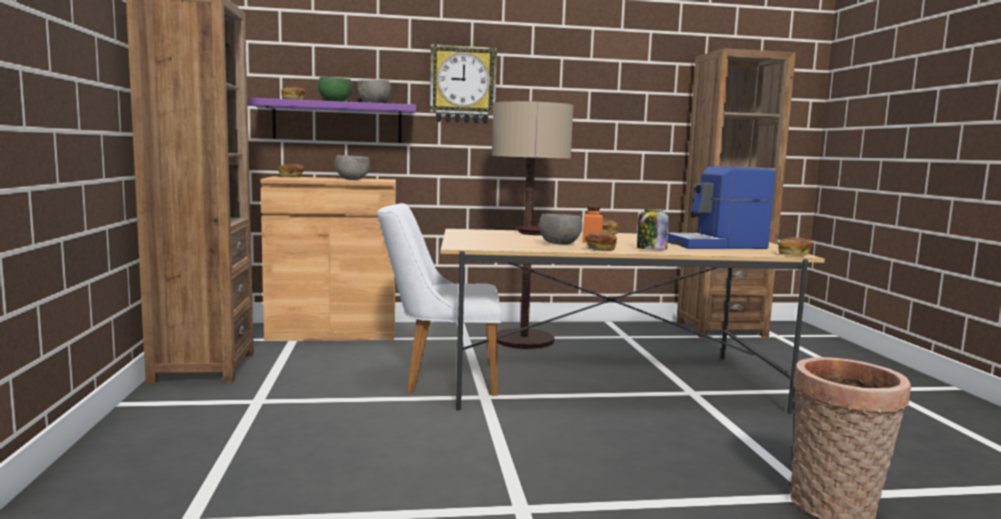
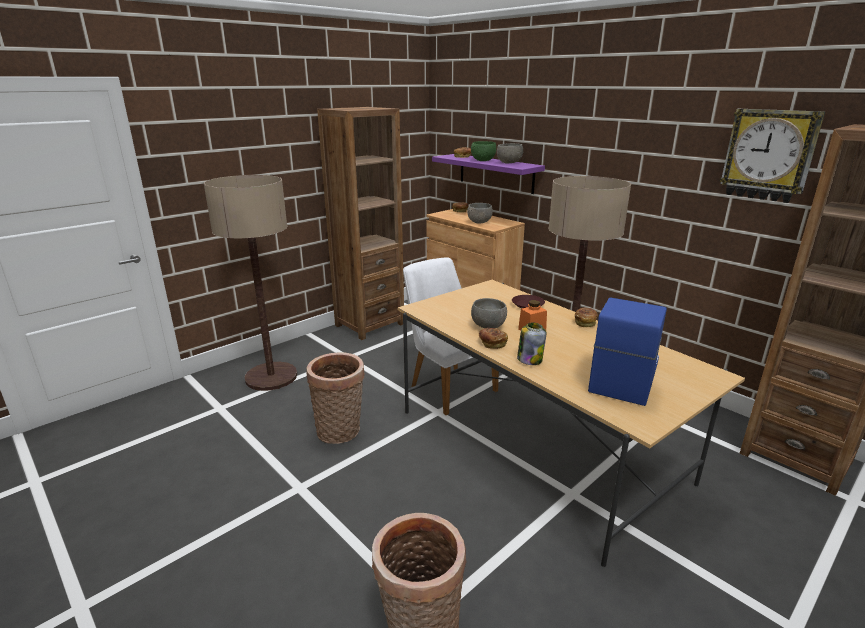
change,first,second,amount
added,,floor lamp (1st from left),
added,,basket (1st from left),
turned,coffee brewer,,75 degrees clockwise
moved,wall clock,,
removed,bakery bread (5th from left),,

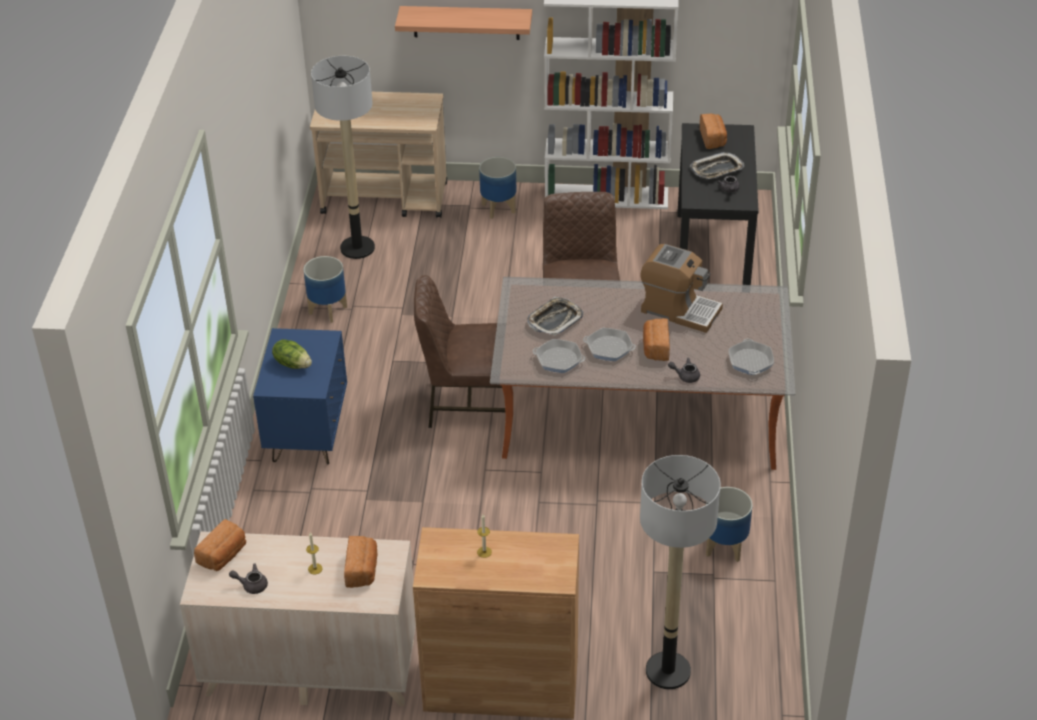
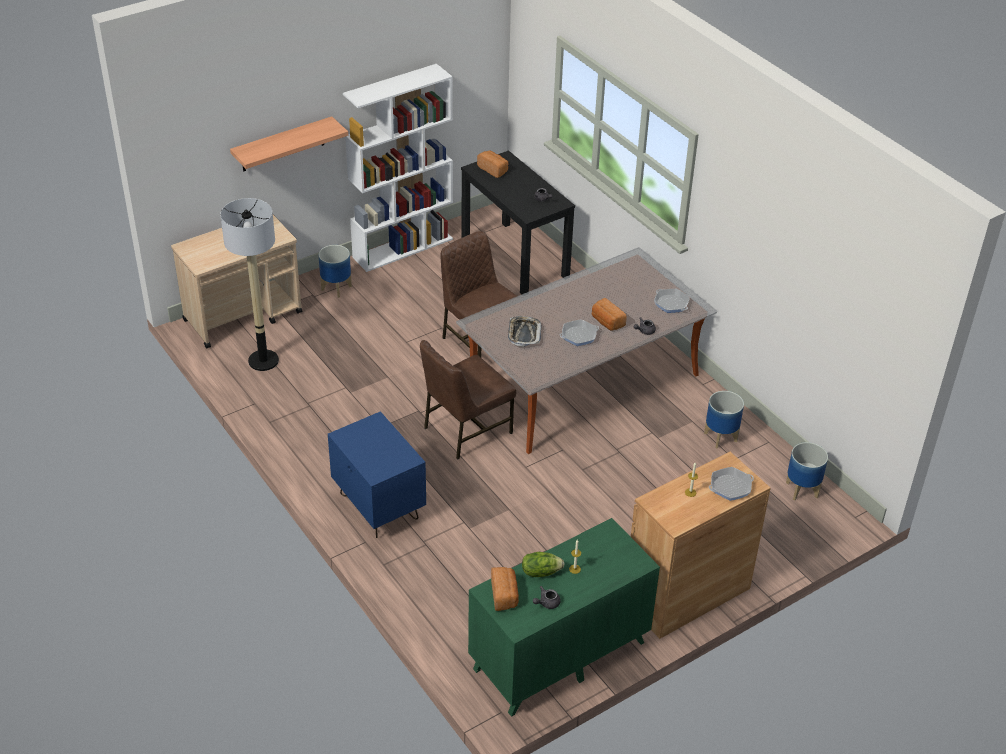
change,first,second,amount
recoloured,dresser/sand-coloured,dresser/green-coloured,
moved,lettuce,,
moved,skillet (1st from left in the first image),skillet (3rd from left),
moved,plant pot (1st from left in the first image),plant pot (3rd from left),
removed,bakery bread (2nd from left),,
removed,coffee brewer,,
removed,floor lamp (2nd from left),,
removed,tray (2nd from left),,

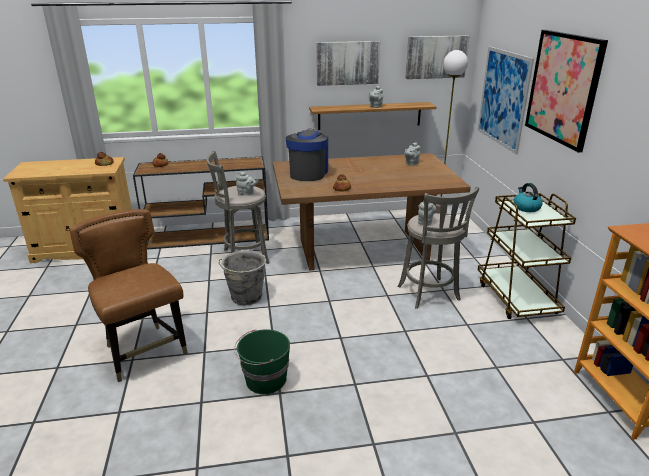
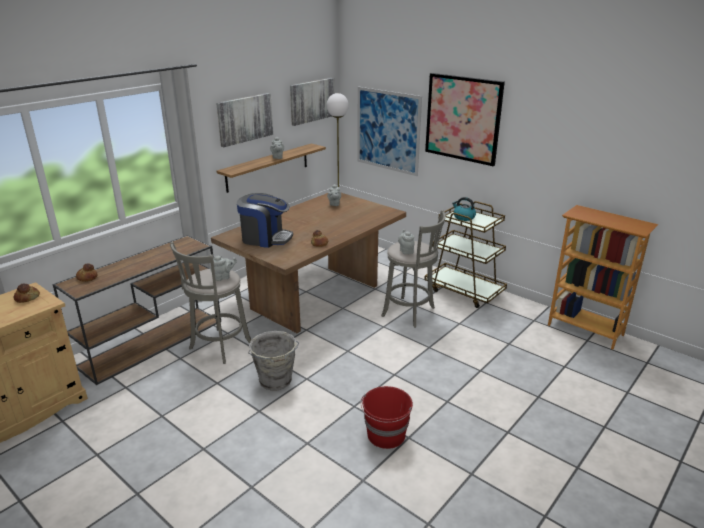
change,first,second,amount
turned,coffee brewer,,135 degrees clockwise
recoloured,pail/green-coloured,pail/red-coloured,
removed,upright chair/brown,,

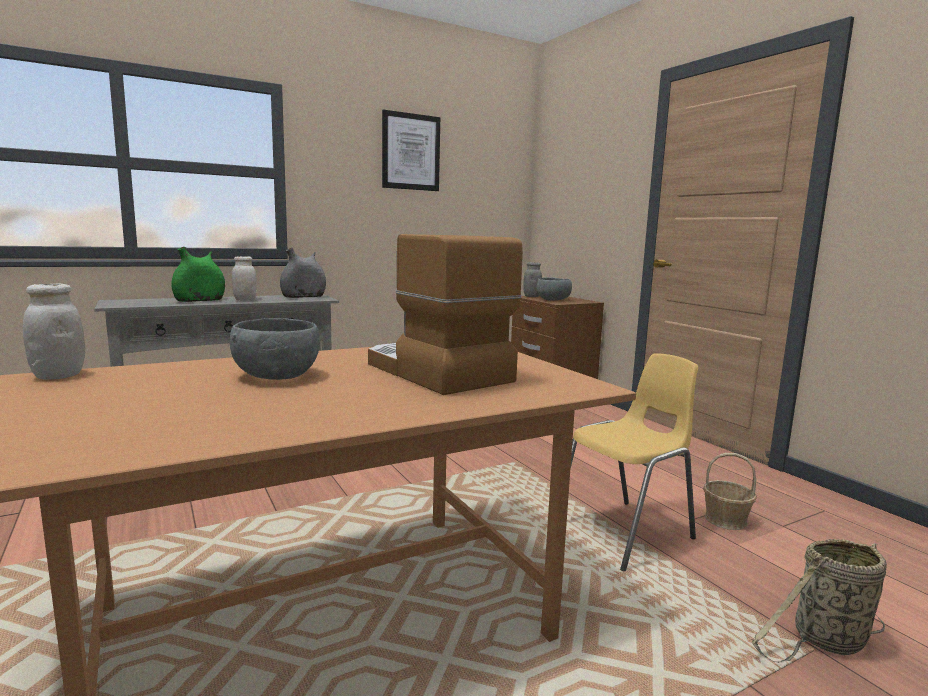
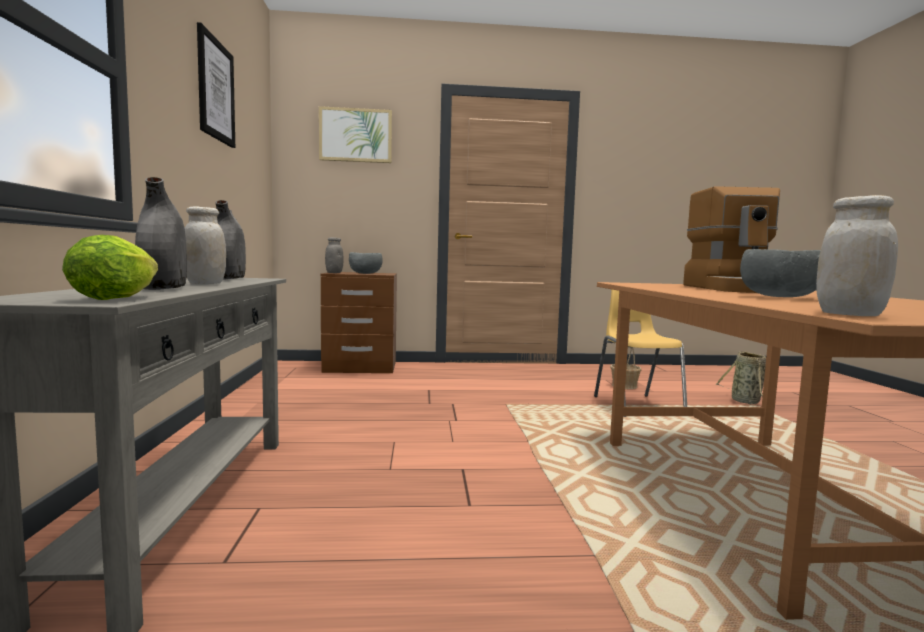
change,first,second,amount
added,,lettuce,
recoloured,vase/green-coloured,vase/gray (1st from left),
added,,wall art (2nd from left),
turned,coffee brewer,,75 degrees counterclockwise

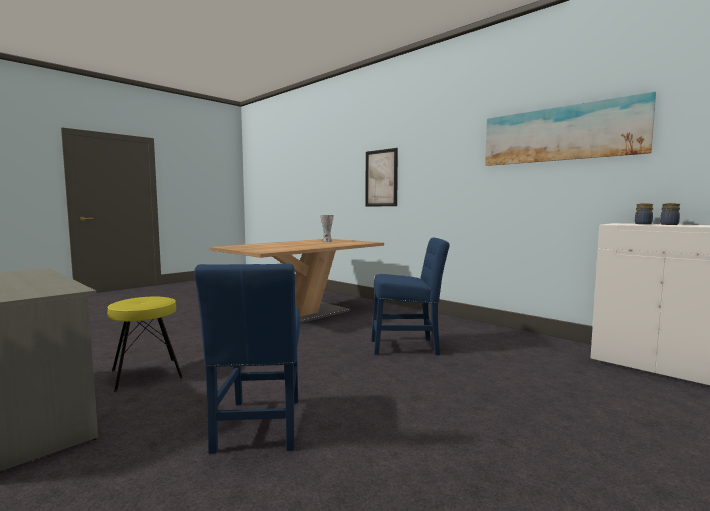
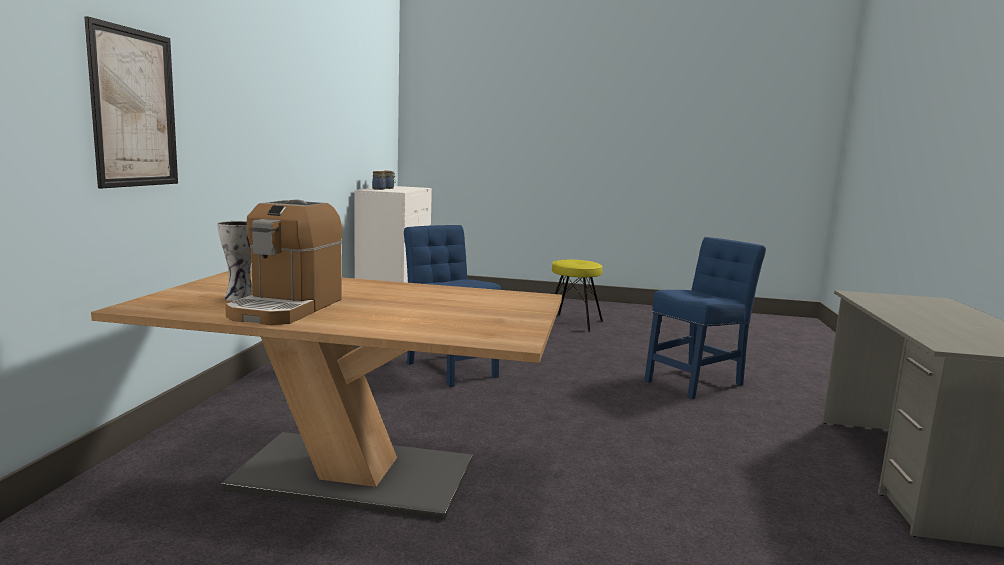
change,first,second,amount
added,,coffee brewer,
moved,stool/yellow-coloured,,
removed,wall art (2nd from left),,

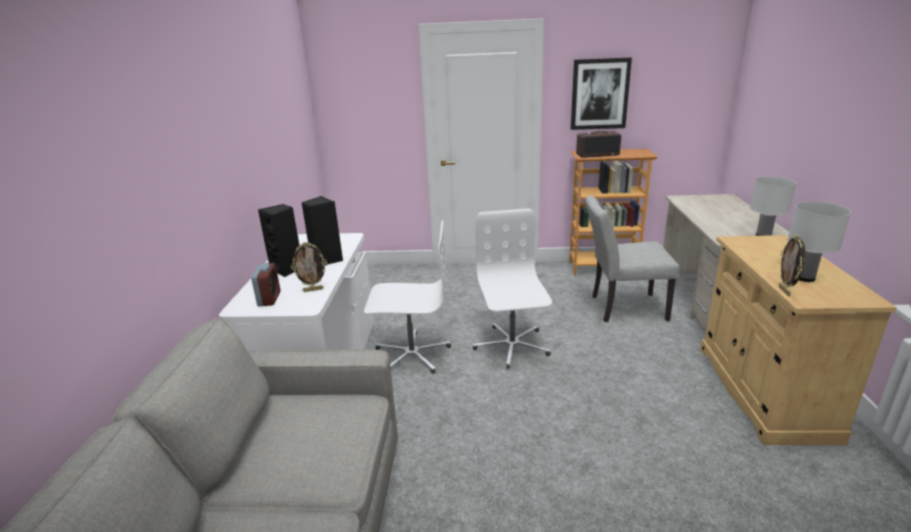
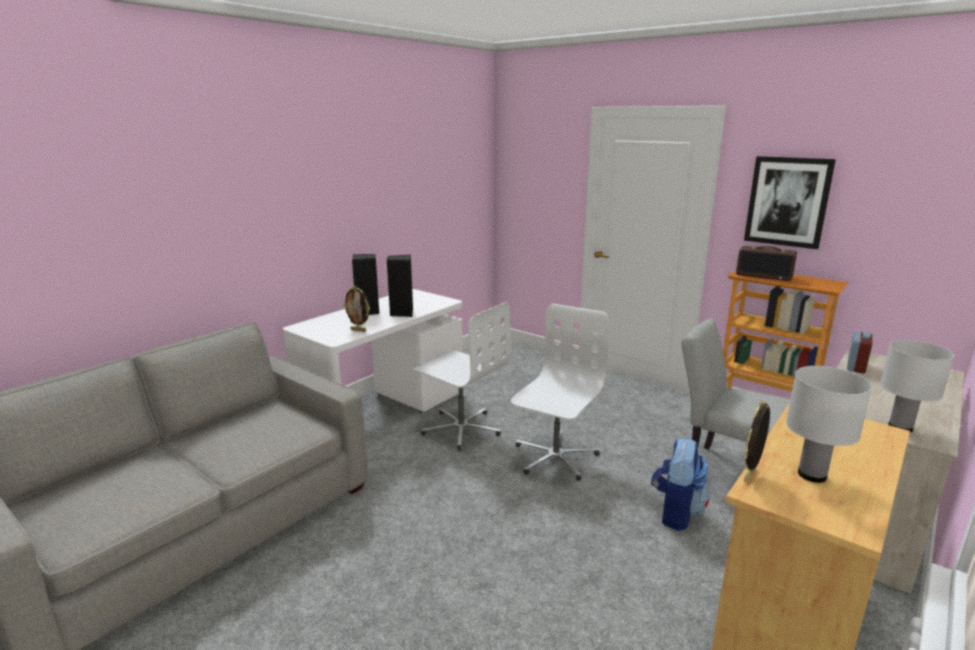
change,first,second,amount
added,,knapsack,
moved,bedside clock,,

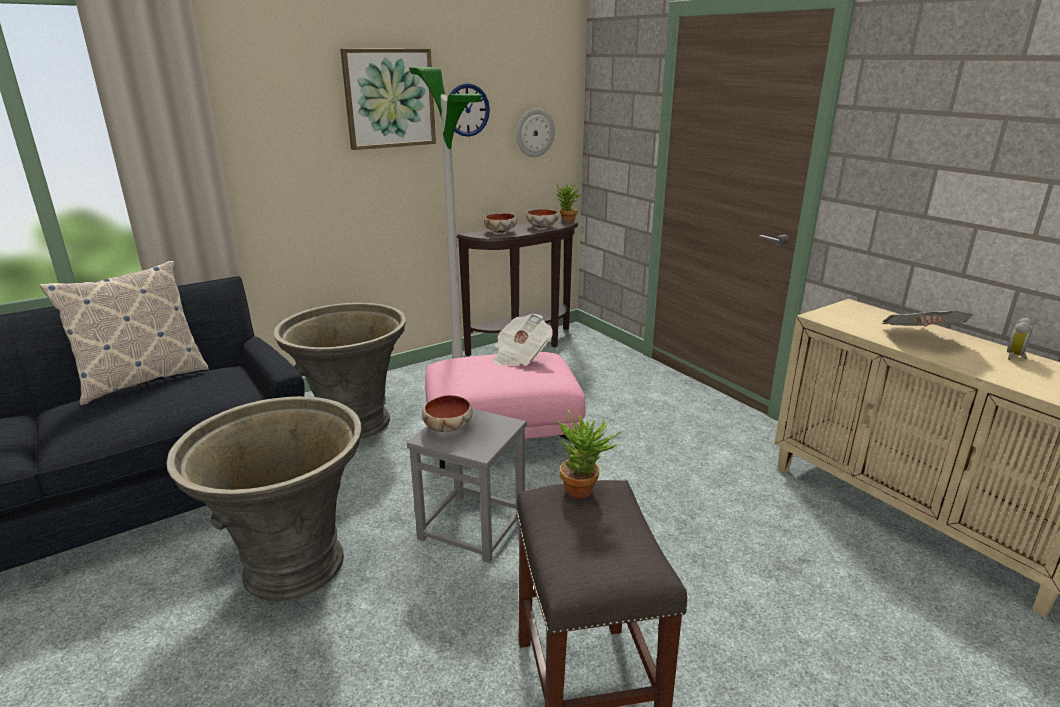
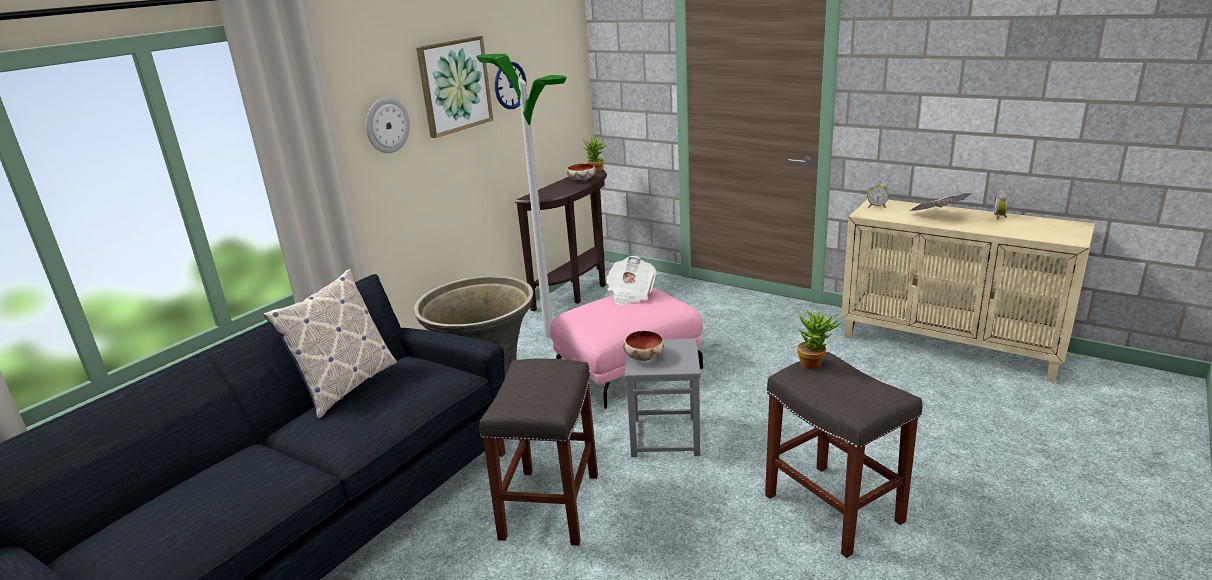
change,first,second,amount
moved,wall clock (2nd from left in the first image),wall clock (1st from left),
replaced,plant pot/gray (1st from left),stool/gray (1st from left),
added,,bedside clock (1st from left),
removed,bowl (2nd from left),,

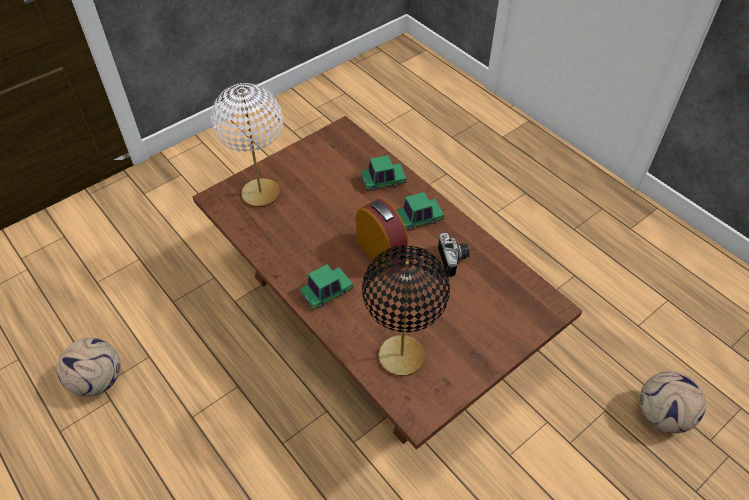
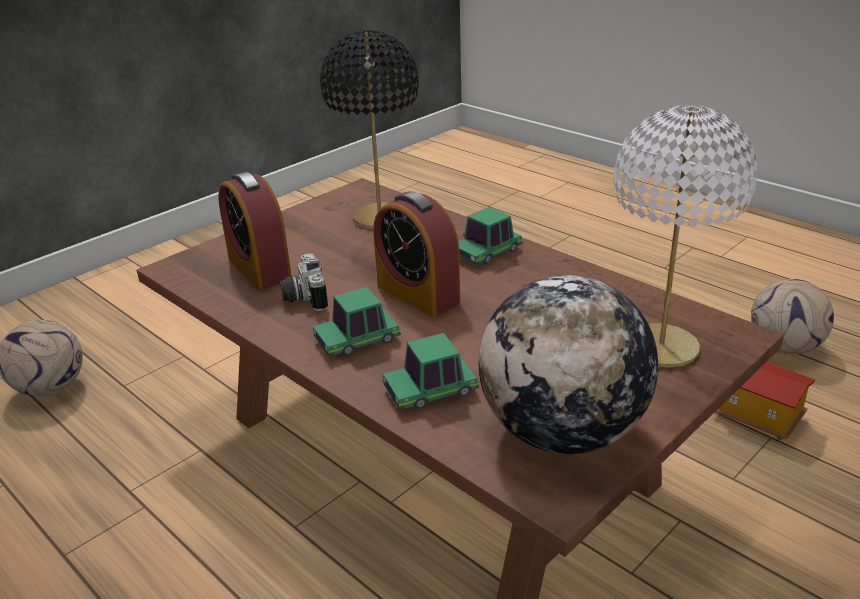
change,first,second,amount
added,,bedside clock (1st from left),
added,,desk globe,
added,,model house,

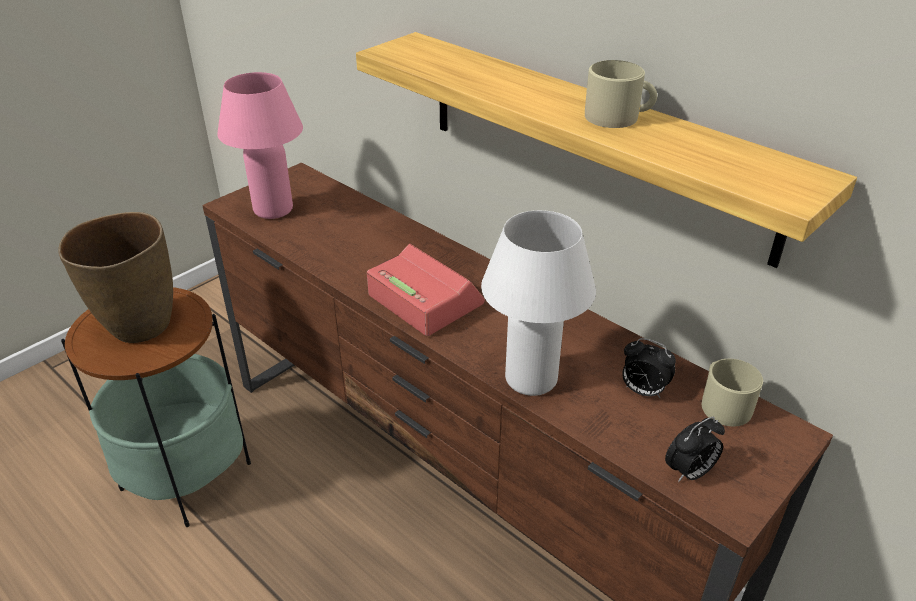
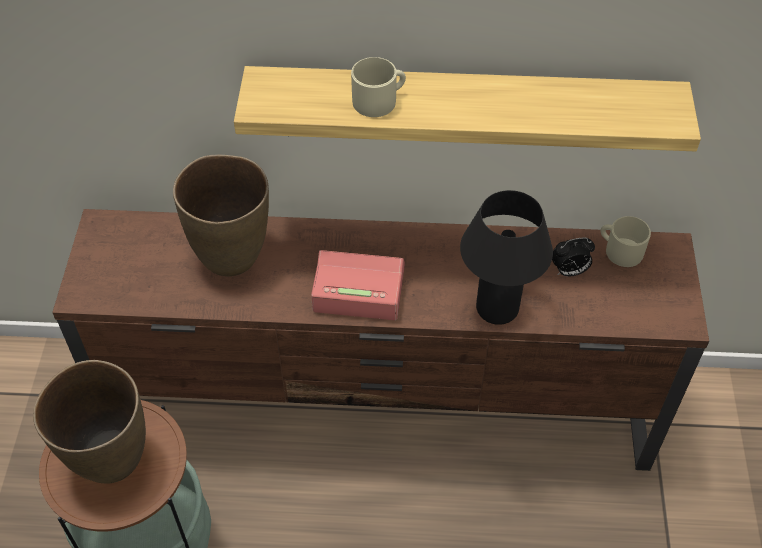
change,first,second,amount
added,,vase/brown (2nd from left),
moved,mug/sand-coloured (1st from left),,
recoloured,tabletop lamp/white-coloured,tabletop lamp/blackish,
removed,tabletop lamp/pinkish,,
removed,bedside clock (3rd from left),,

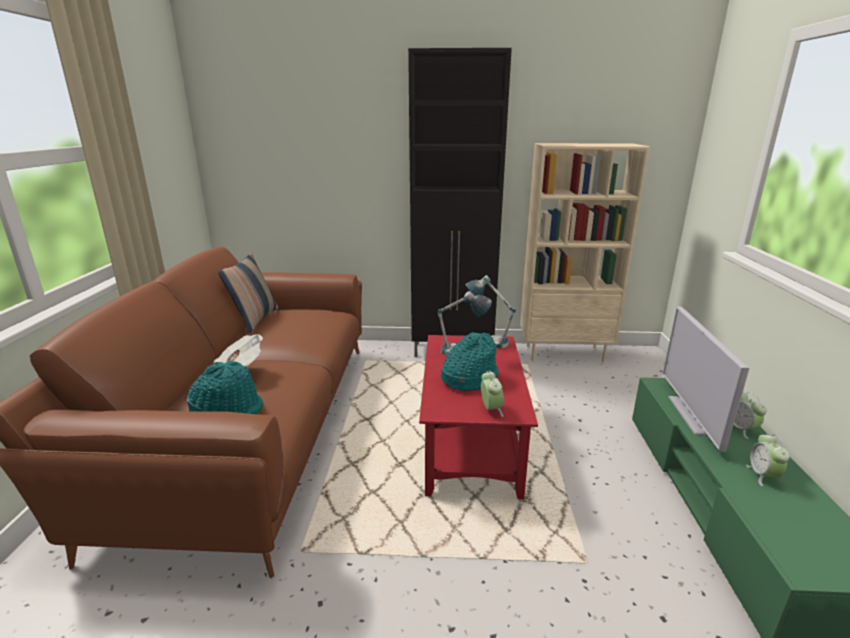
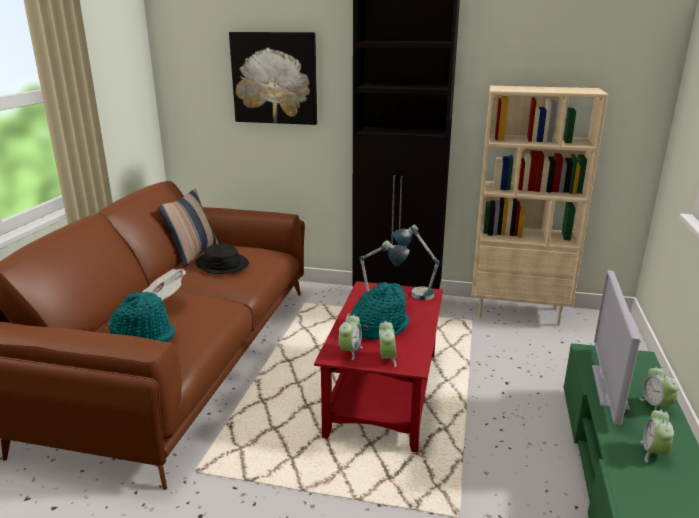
change,first,second,amount
added,,clothing hat/blackish,
added,,wall art,
added,,bedside clock (1st from left),

